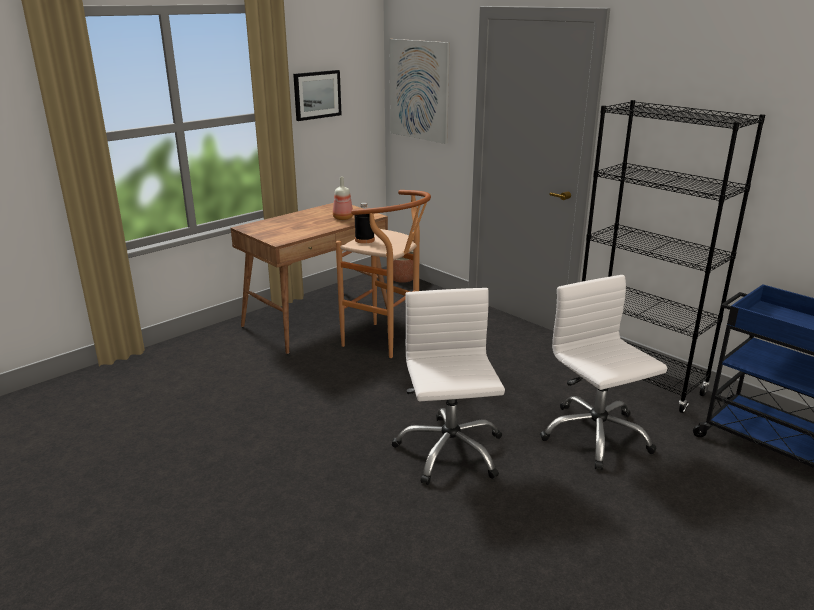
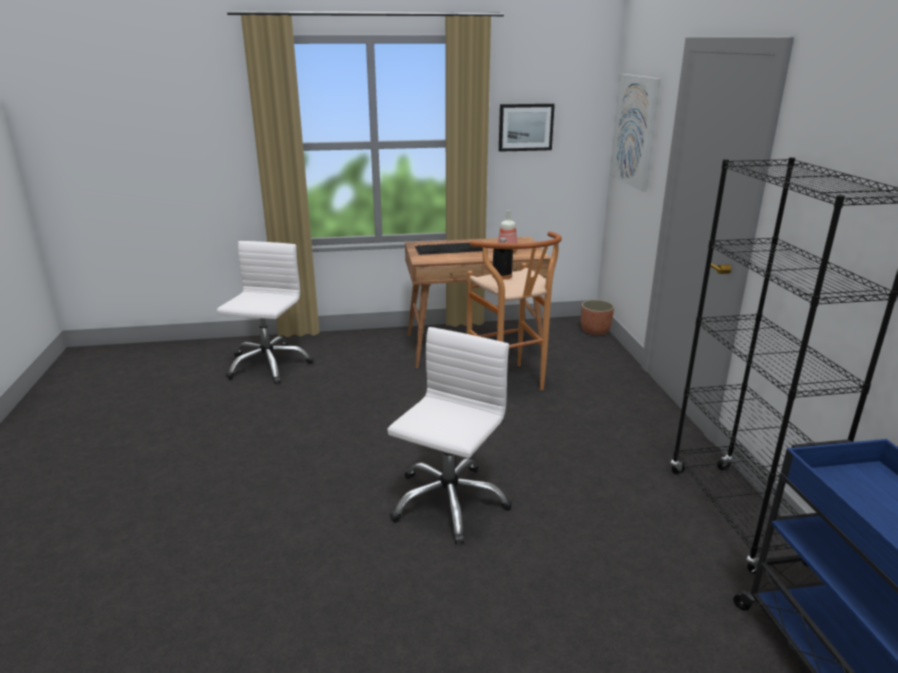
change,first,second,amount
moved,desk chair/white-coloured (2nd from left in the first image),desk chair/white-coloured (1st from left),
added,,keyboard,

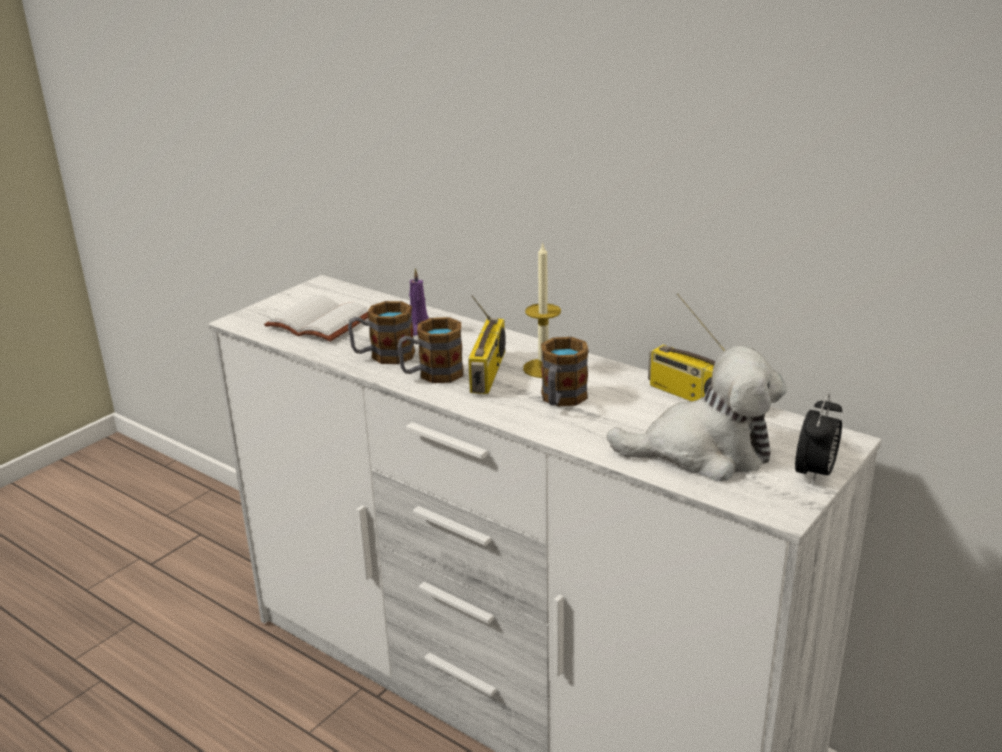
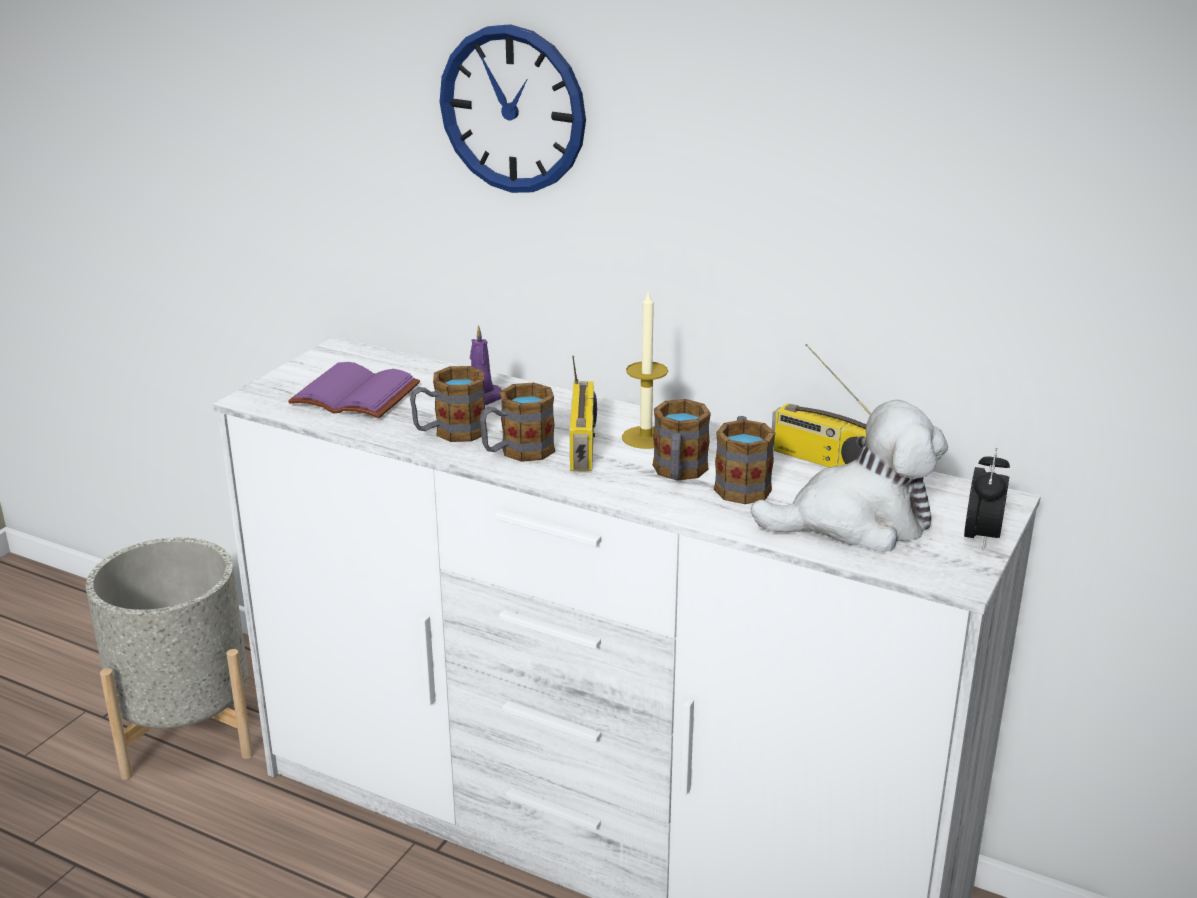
change,first,second,amount
added,,plant pot/gray,
recoloured,bound book/white-coloured,bound book/purplish,
added,,wall clock,
added,,mug (4th from left),

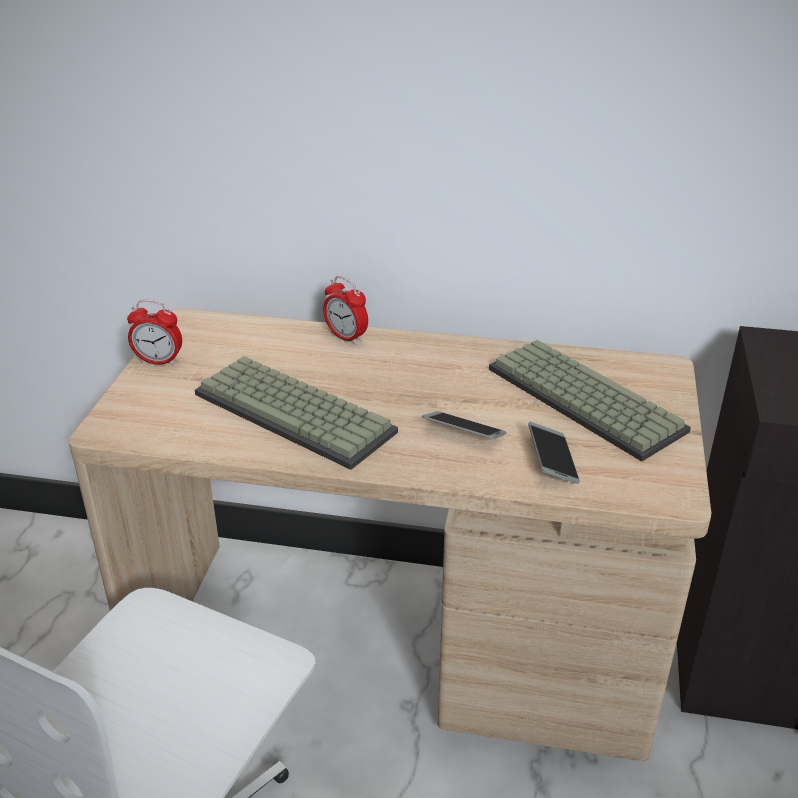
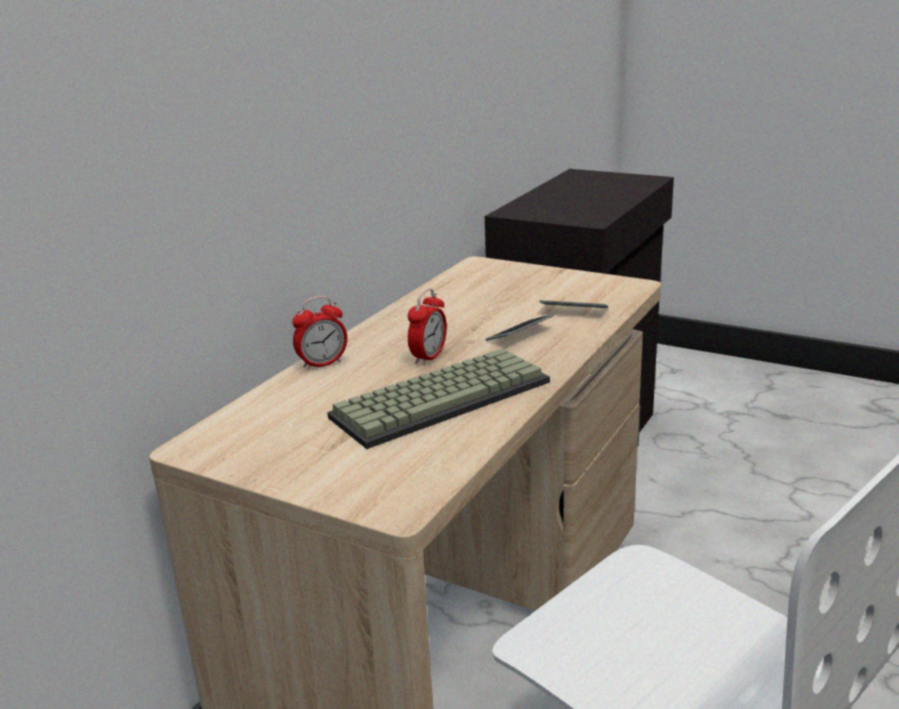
change,first,second,amount
moved,bedside clock (1st from left in the first image),bedside clock (2nd from left),
removed,keyboard (2nd from left),,

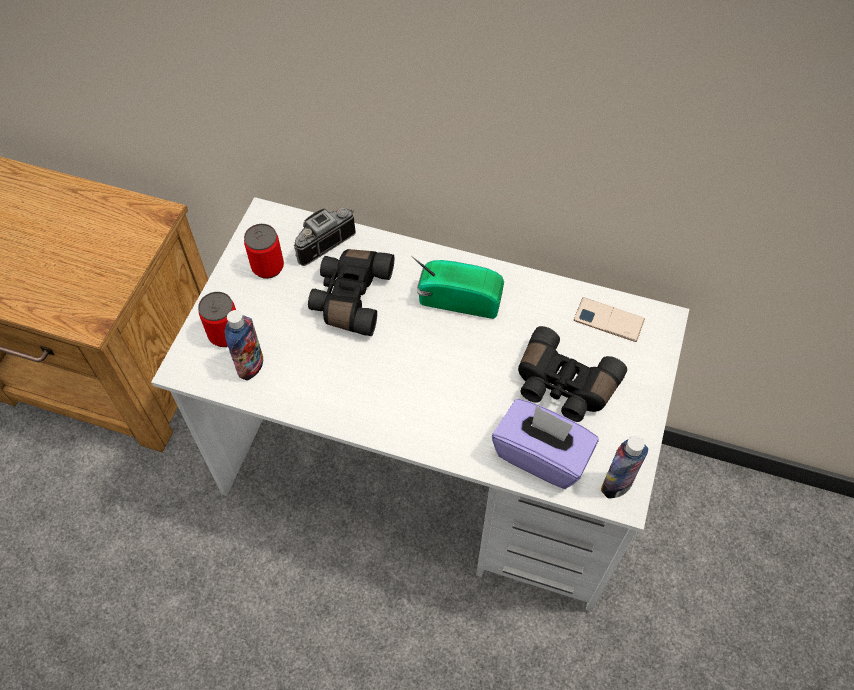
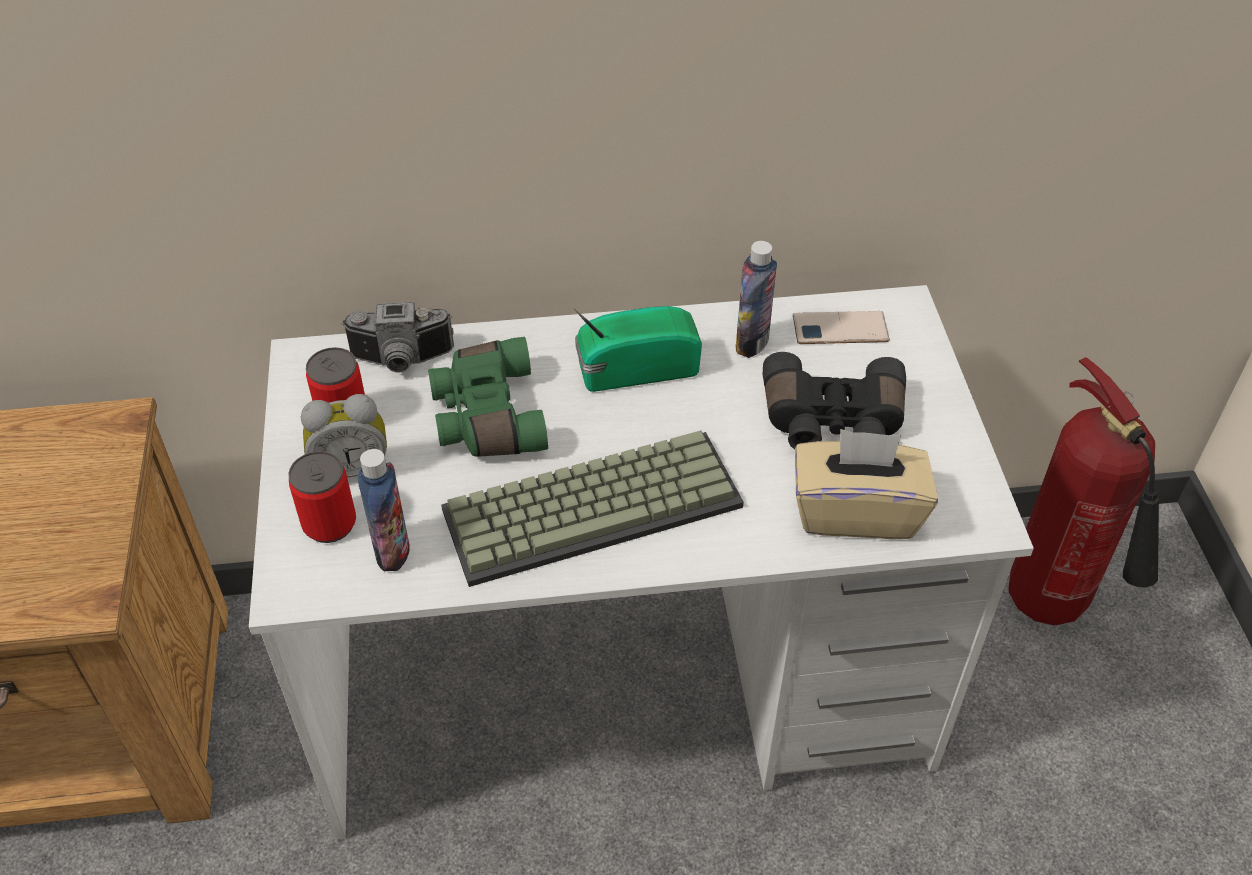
change,first,second,amount
added,,bedside clock,
turned,photo camera,,120 degrees counterclockwise
recoloured,pair of binoculars/blackish (1st from left),pair of binoculars/green-coloured,
added,,keyboard,
moved,bottle (2nd from left),,
recoloured,tissue box/purplish,tissue box/sand-coloured,
added,,extinguisher,

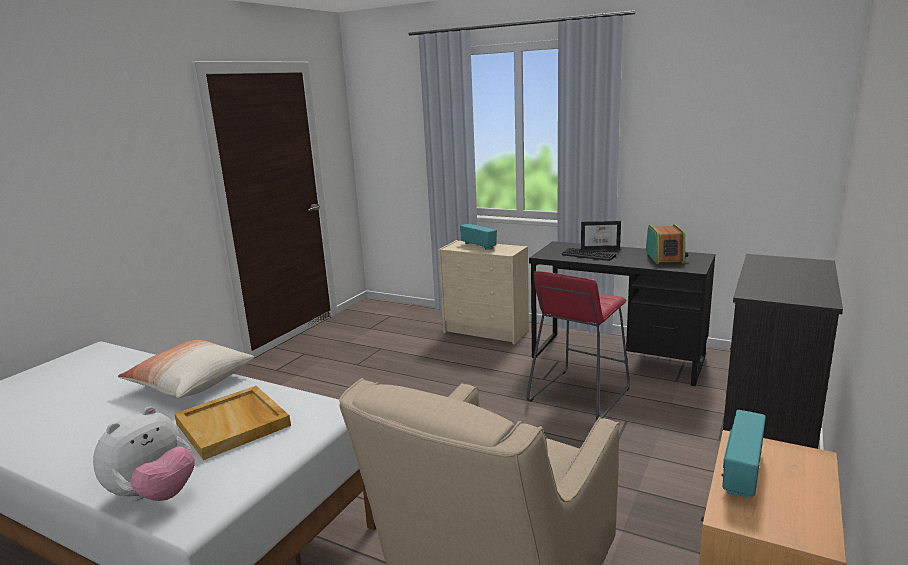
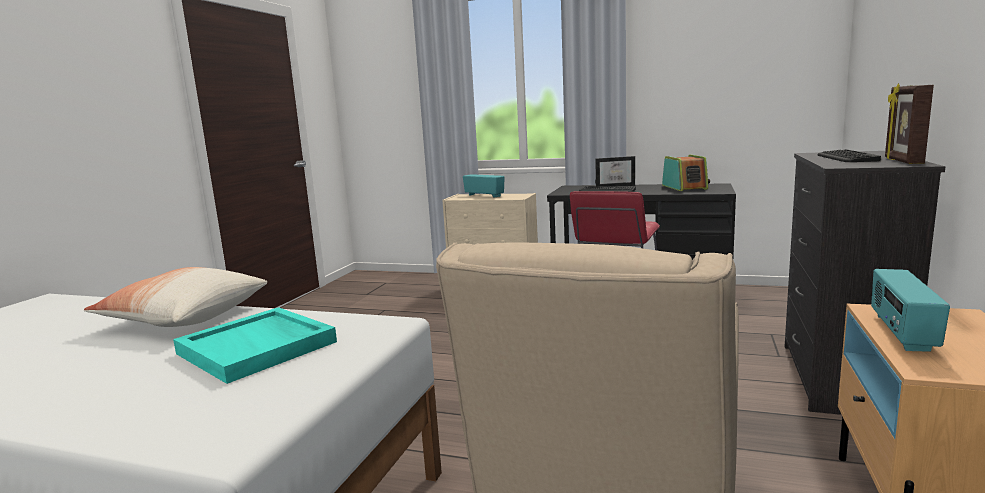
change,first,second,amount
recoloured,tray/sand-coloured,tray/turquoise-coloured,
added,,keyboard (2nd from left),
added,,standing frame (2nd from left),
removed,cuddly toy,,

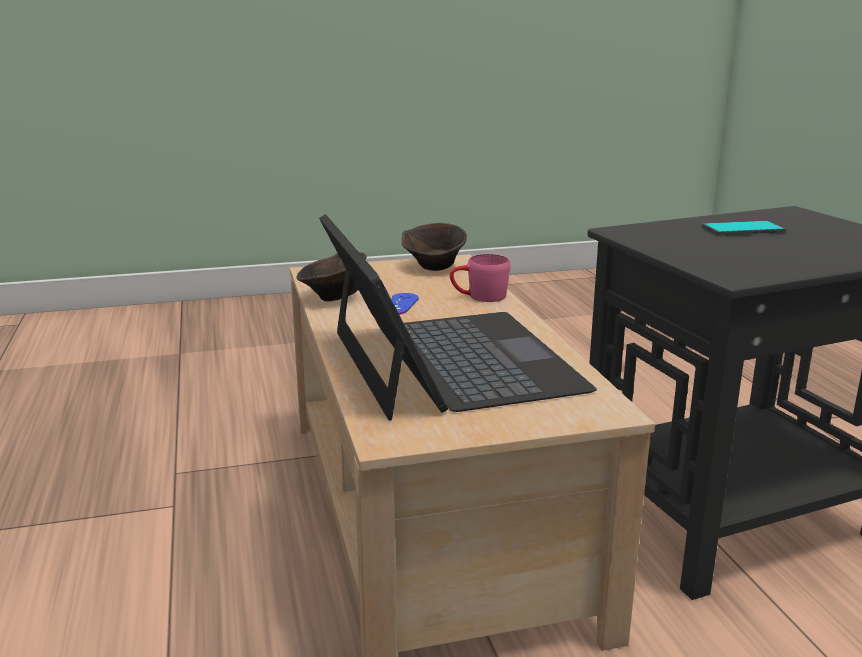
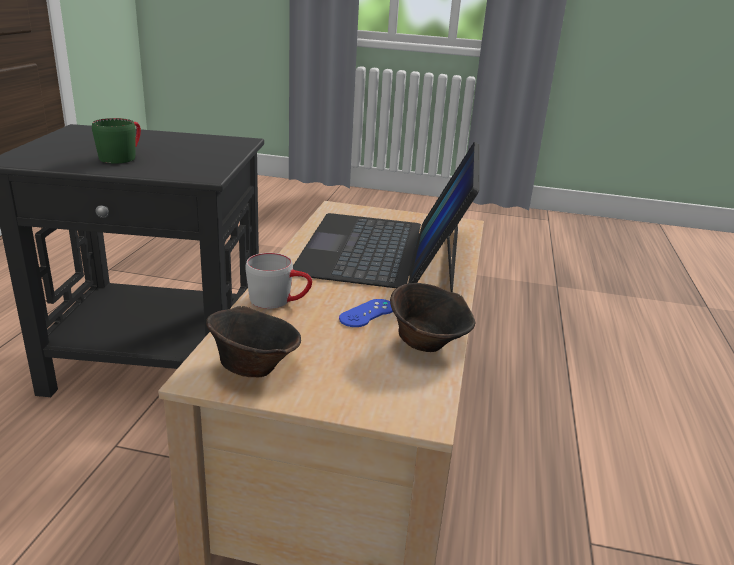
change,first,second,amount
replaced,telephone,mug/green-coloured,
recoloured,mug/pinkish,mug/gray,

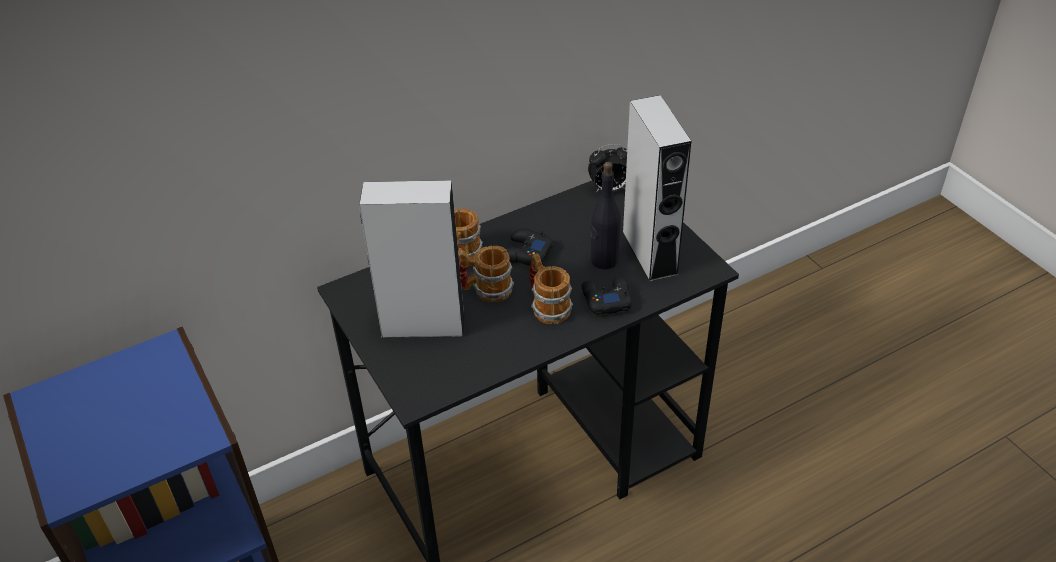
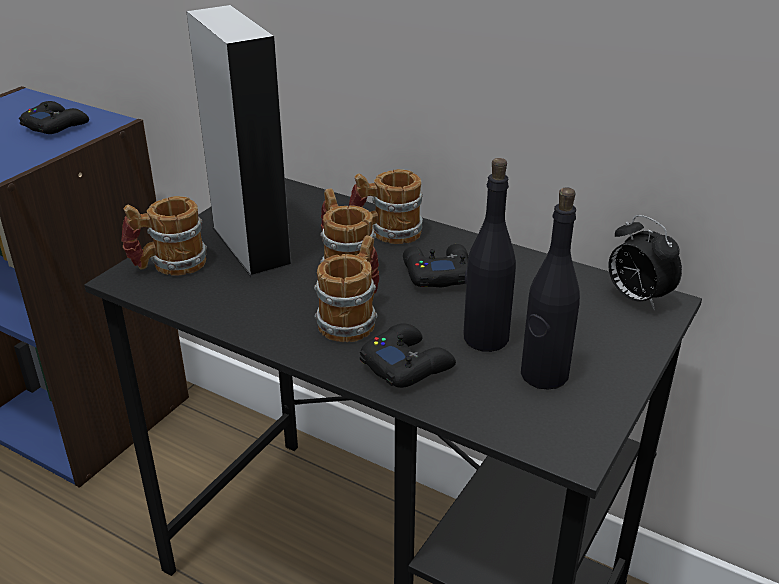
change,first,second,amount
added,,game controller/blackish (1st from left),
added,,mug (1st from left),
replaced,loudspeaker/gray (2nd from left),bottle/blackish (2nd from left),

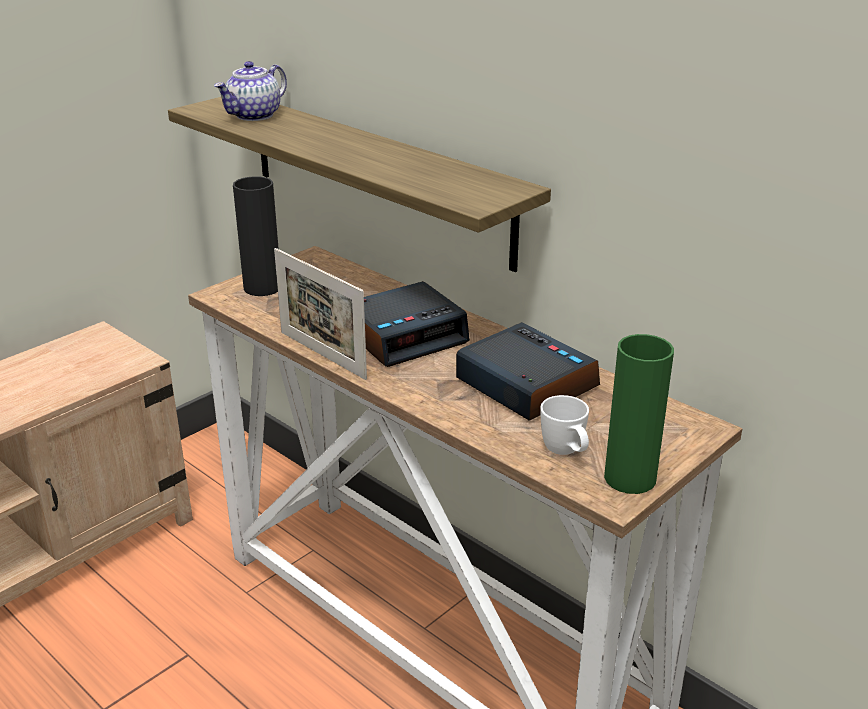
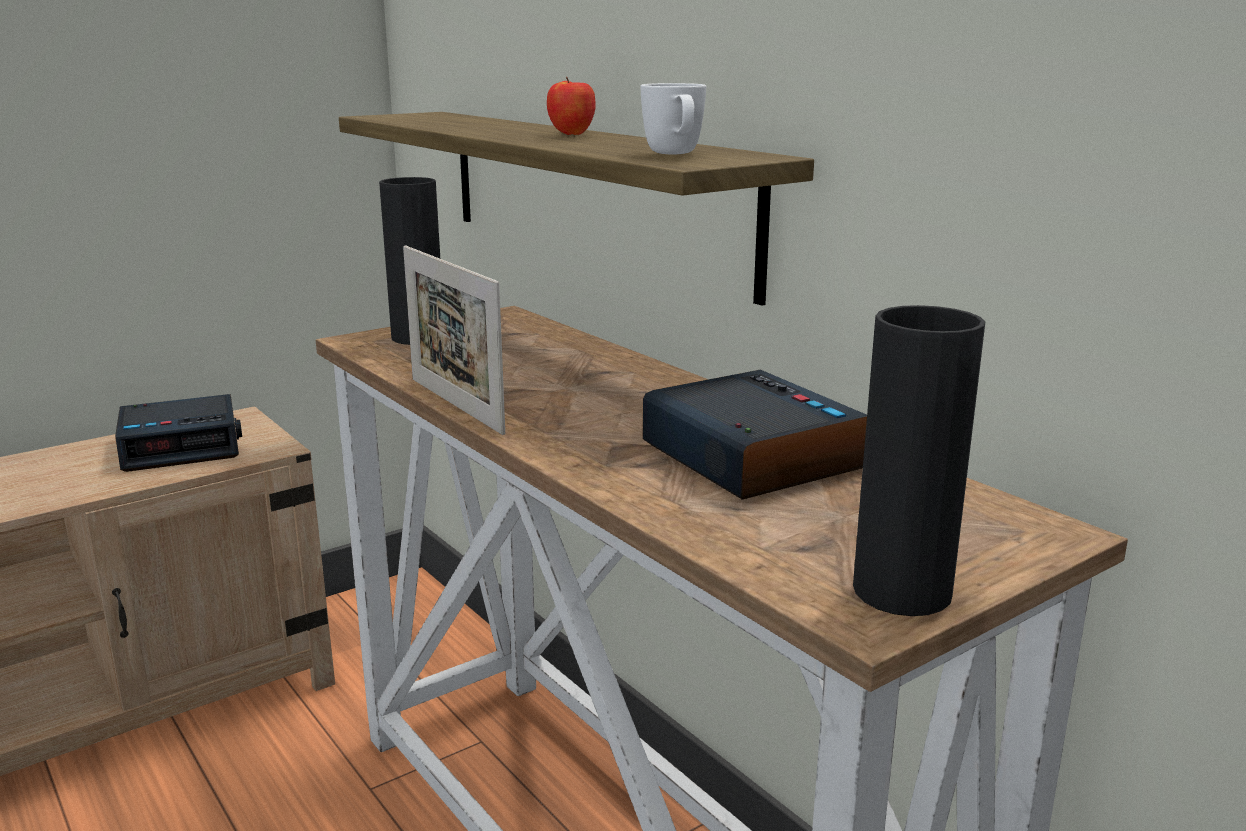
change,first,second,amount
moved,bedside clock (1st from left),,
added,,apple,
moved,mug/white-coloured,,
recoloured,vase/green-coloured,vase/blackish (2nd from left),
removed,tea pot,,

